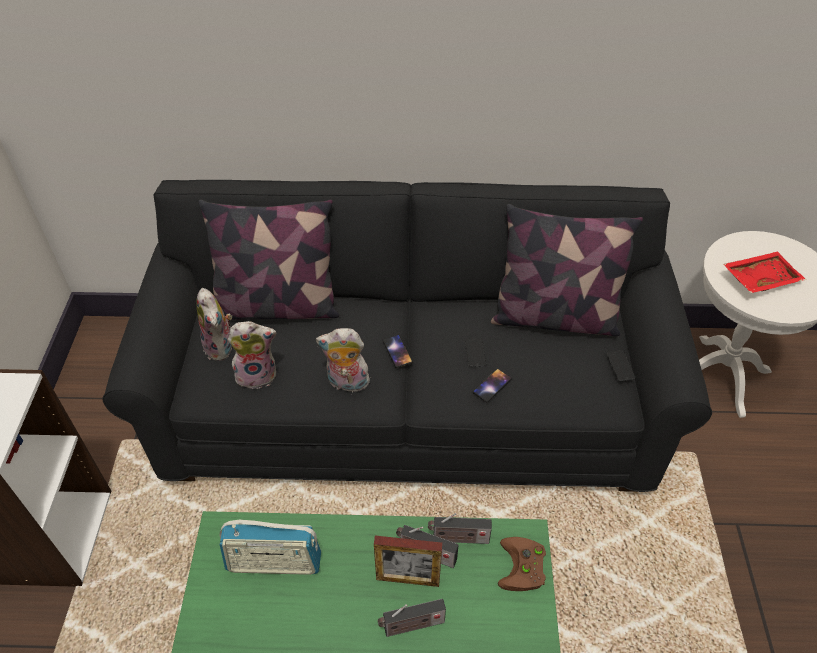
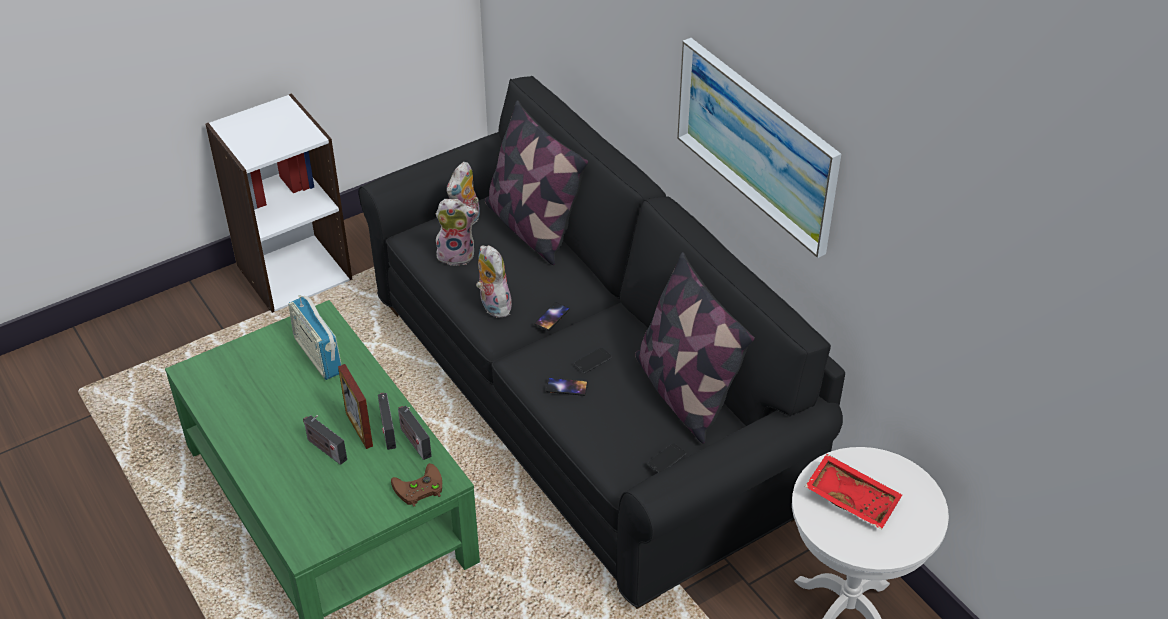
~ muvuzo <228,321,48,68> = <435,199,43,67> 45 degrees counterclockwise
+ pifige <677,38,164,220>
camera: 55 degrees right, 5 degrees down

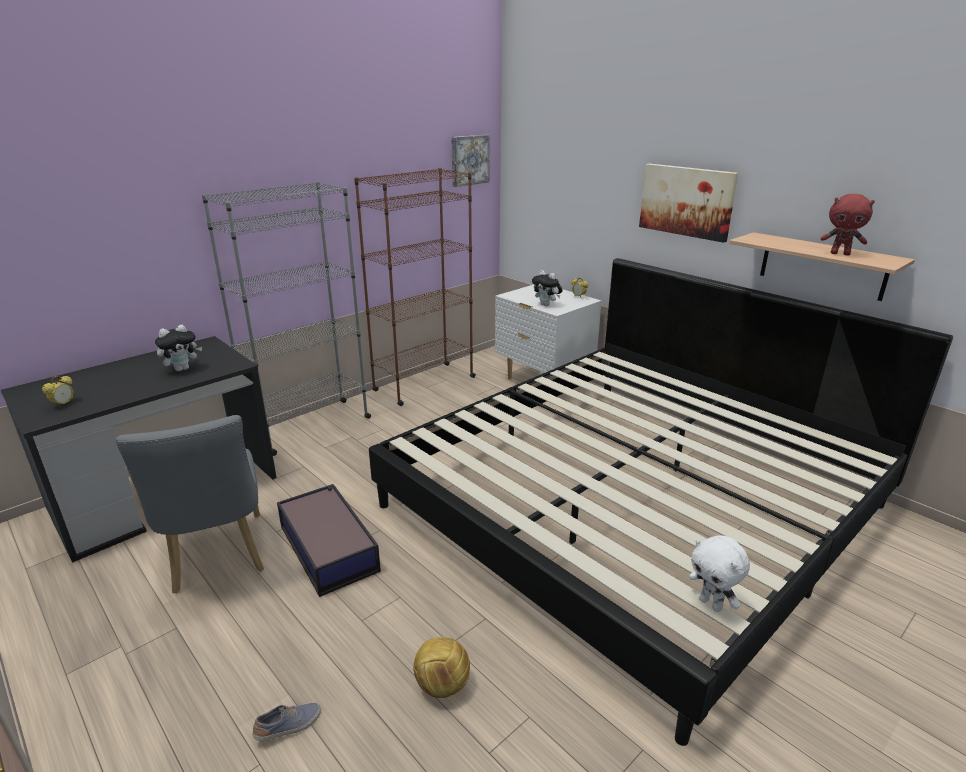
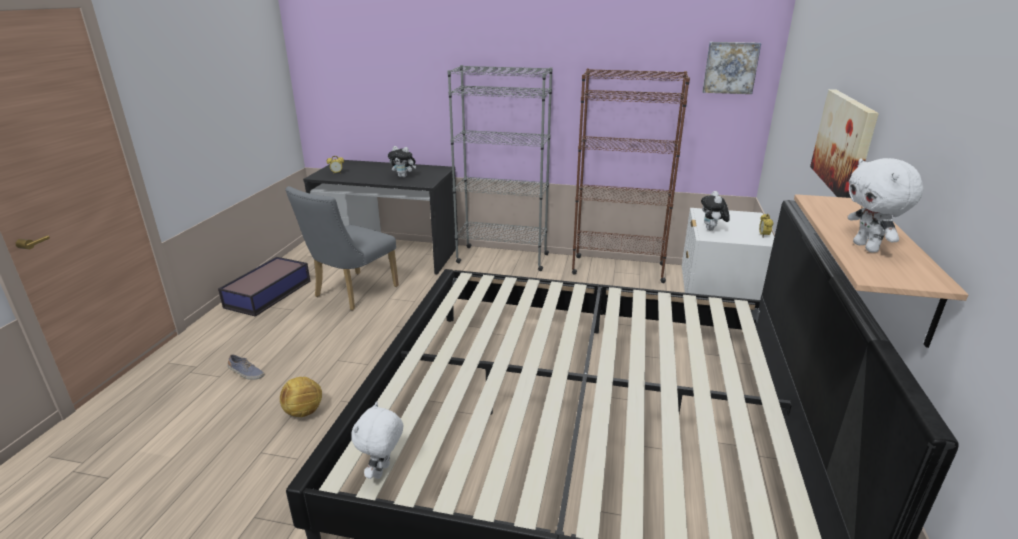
~ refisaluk <277,484,104,113> to <218,257,92,60>
~ red_muvuzo <821,194,54,62> to white_muvuzo <848,158,75,94>
camera: 55 degrees right, 0 degrees up

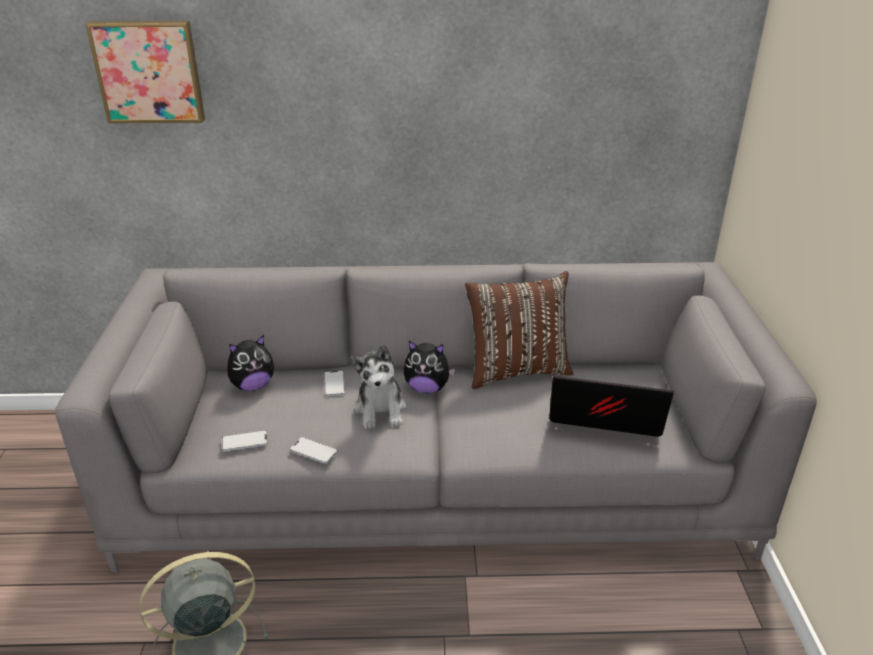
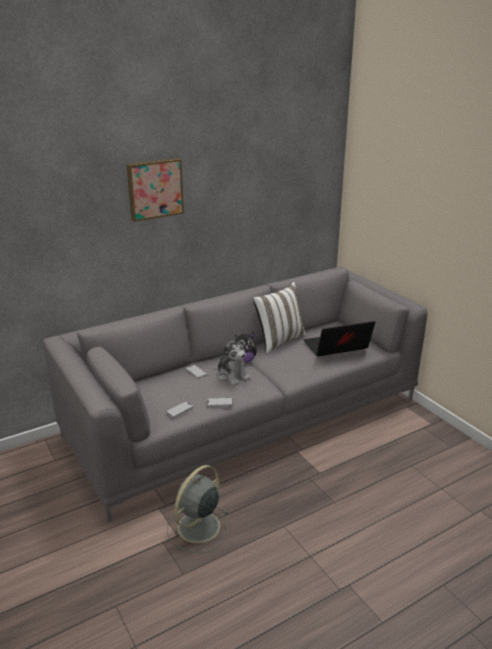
~ pifige <85,21,120,102> to <126,158,58,64>
- muvuzo <228,335,46,56>
~ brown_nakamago <465,271,108,118> to white_nakamago <253,282,53,72>
camera: 30 degrees left, 5 degrees down

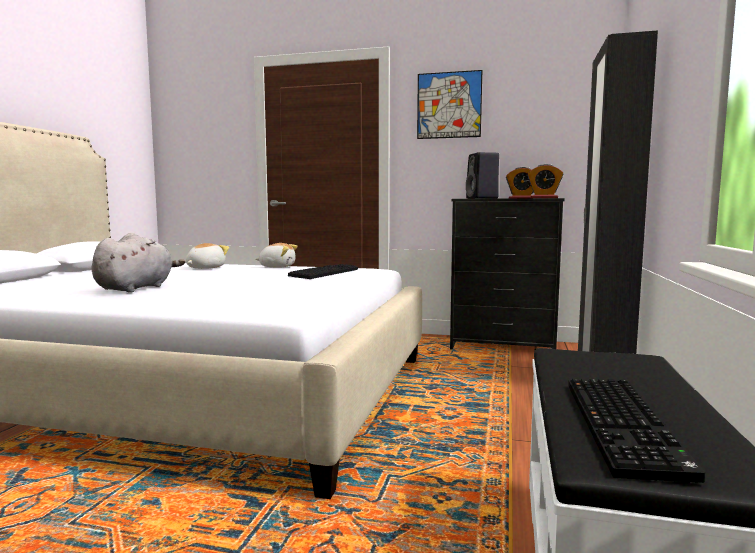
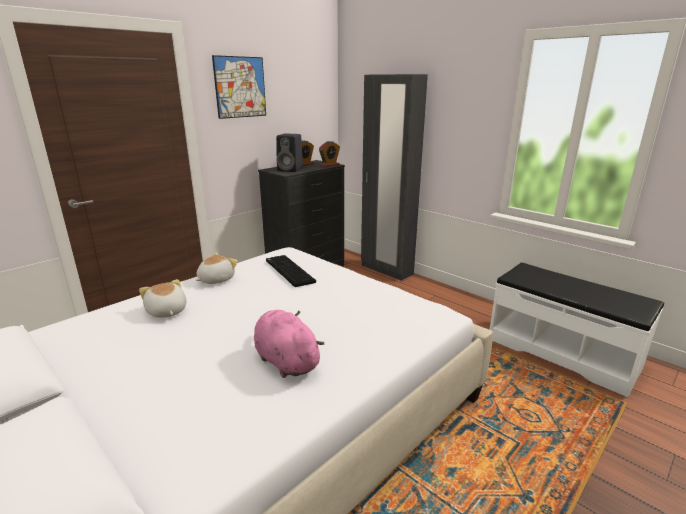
~ grey_muvuzo <92,233,93,60> to pink_muvuzo <254,310,71,68>
- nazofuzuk <569,379,136,104>
camera: 60 degrees left, 15 degrees up

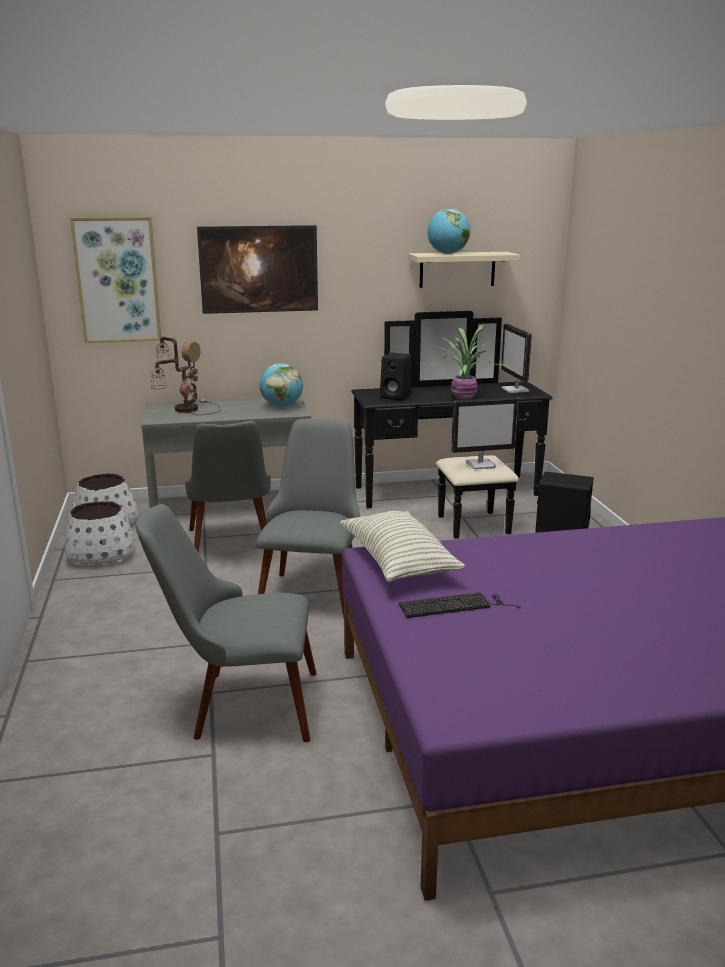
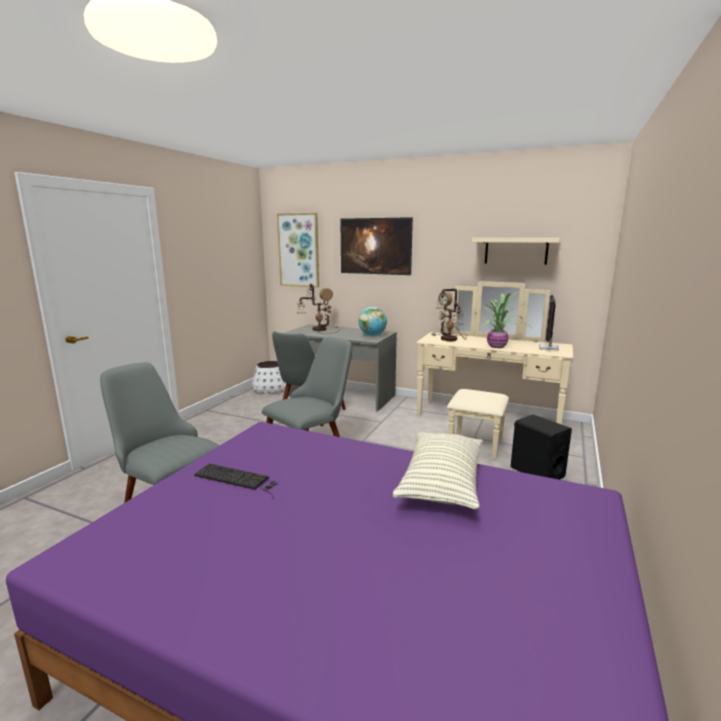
- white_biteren <65,502,70,64>
~ nakamago <340,511,125,71> to <393,432,90,77>
~ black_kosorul <351,311,201,228> to beige_kosorul <416,281,158,178>
~ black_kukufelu <380,353,32,48> to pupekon <432,289,33,52>
- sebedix <427,209,43,45>
- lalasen <451,397,68,72>
camera: 35 degrees right, 5 degrees down

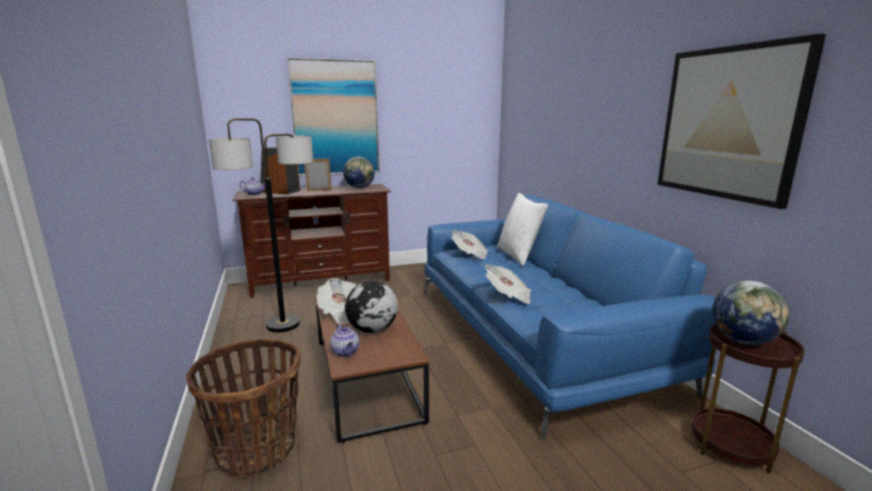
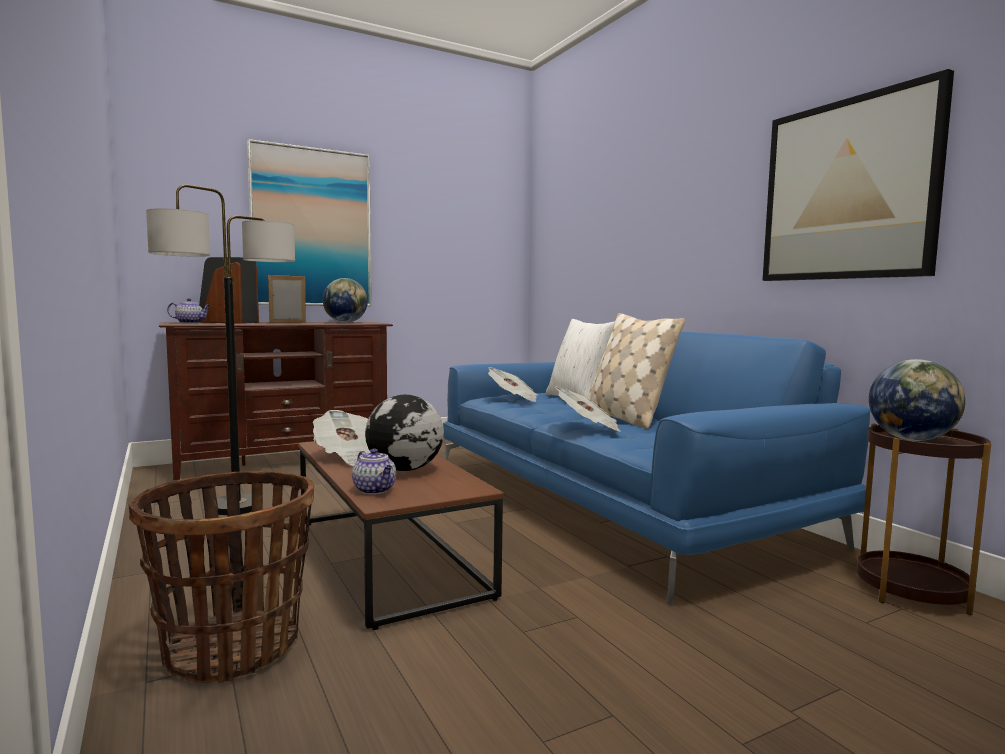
+ beige_nakamago <587,313,98,116>
camera: 10 degrees left, 10 degrees down

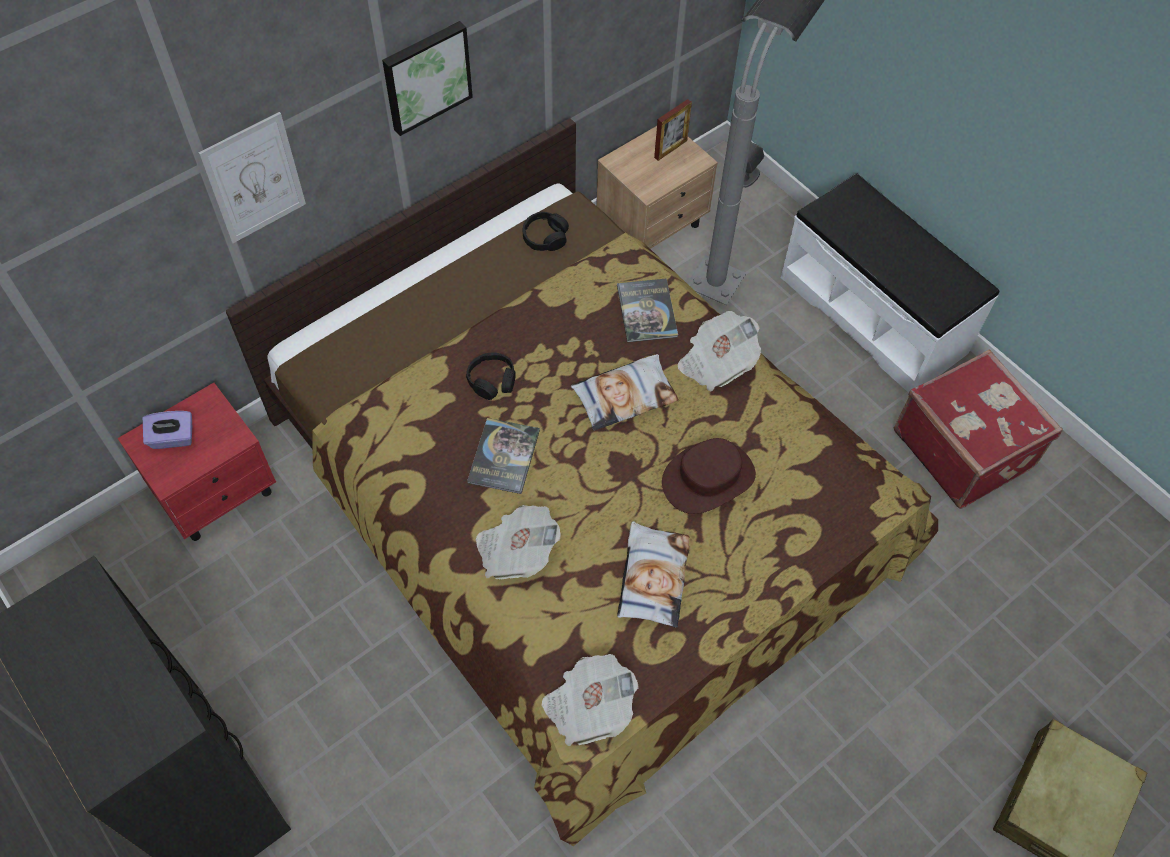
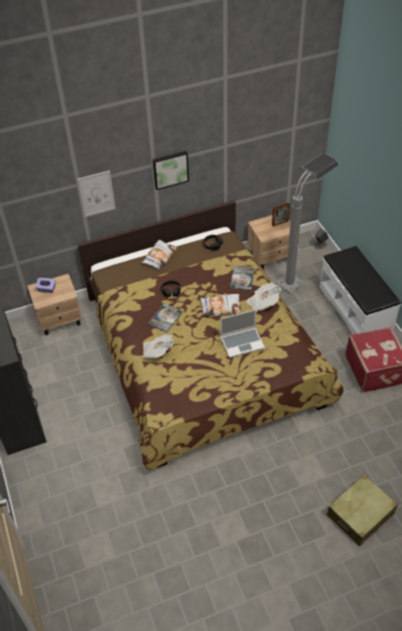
~ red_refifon <117,383,159,158> to beige_refifon <27,274,55,61>
- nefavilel <541,654,98,92>
~ nakamago <617,521,72,107> to <142,240,35,30>
~ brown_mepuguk <662,438,94,76> to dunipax <220,309,45,49>
camera: 20 degrees right, 10 degrees down

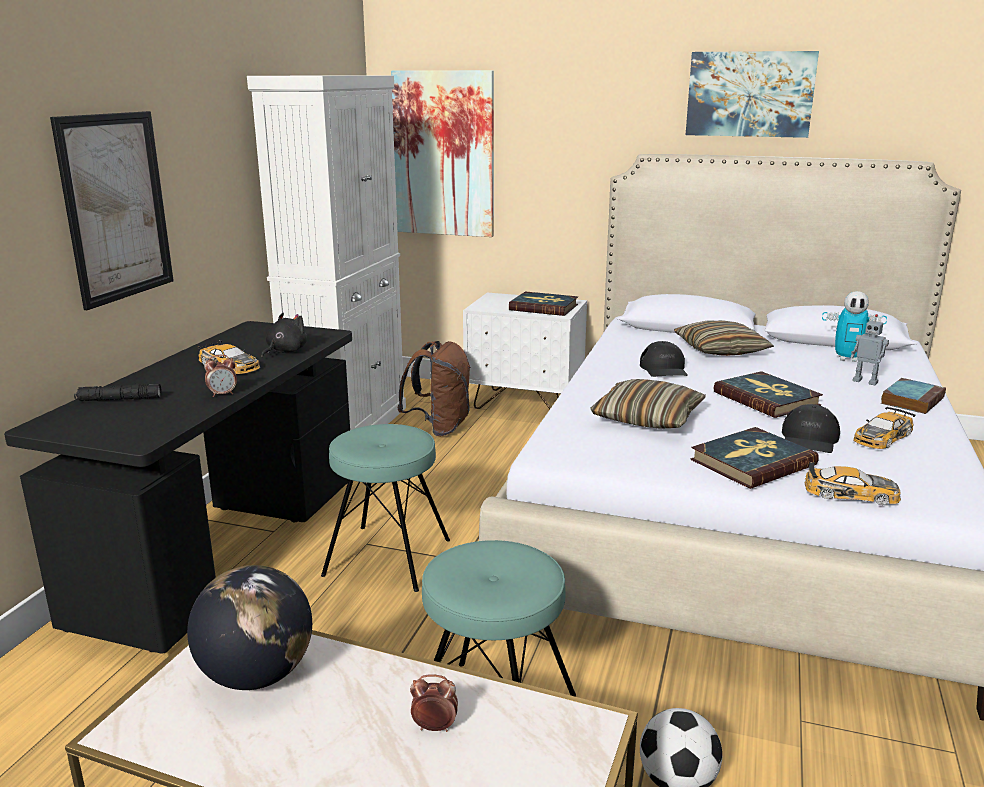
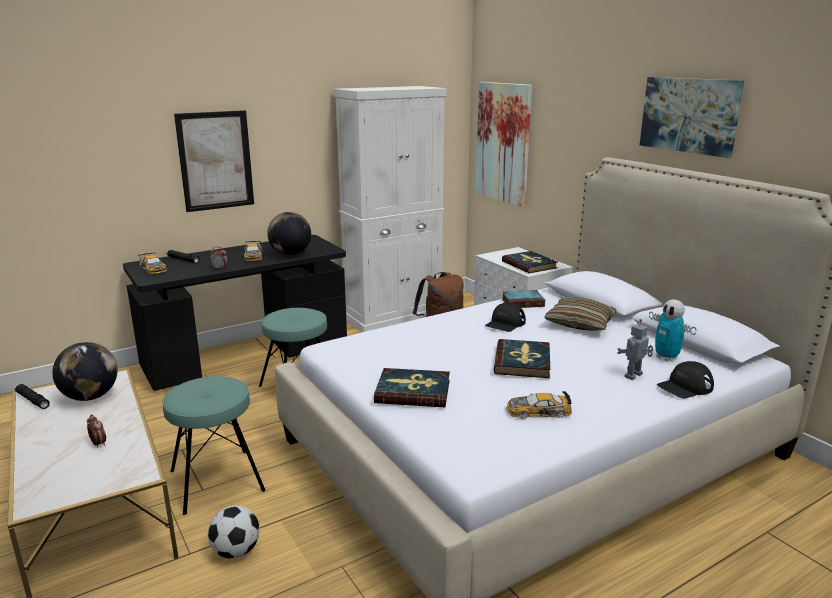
~ black_muvuzo <261,313,46,44> to sebedix <267,212,44,44>
- nakamago <590,379,116,50>
~ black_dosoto <782,404,58,49> to <657,361,57,38>
~ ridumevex <805,462,96,43> to <139,252,28,22>
~ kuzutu <851,314,38,71> = <617,319,36,61> 60 degrees clockwise
~ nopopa <881,378,65,36> to <502,290,43,18>
+ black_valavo <15,384,35,25>
camera: 40 degrees right, 0 degrees up

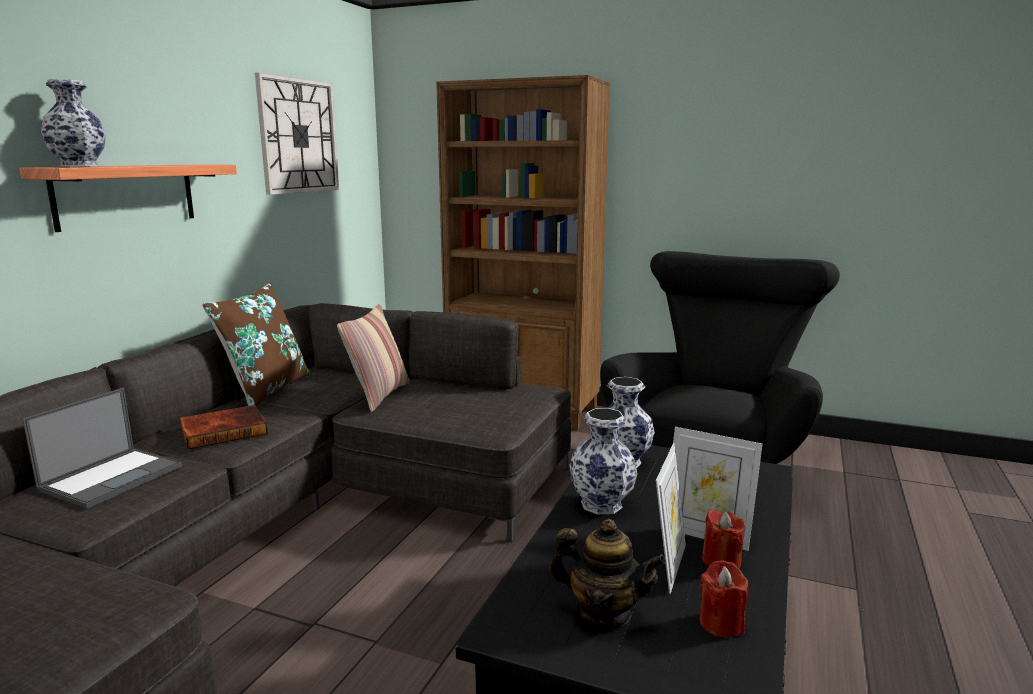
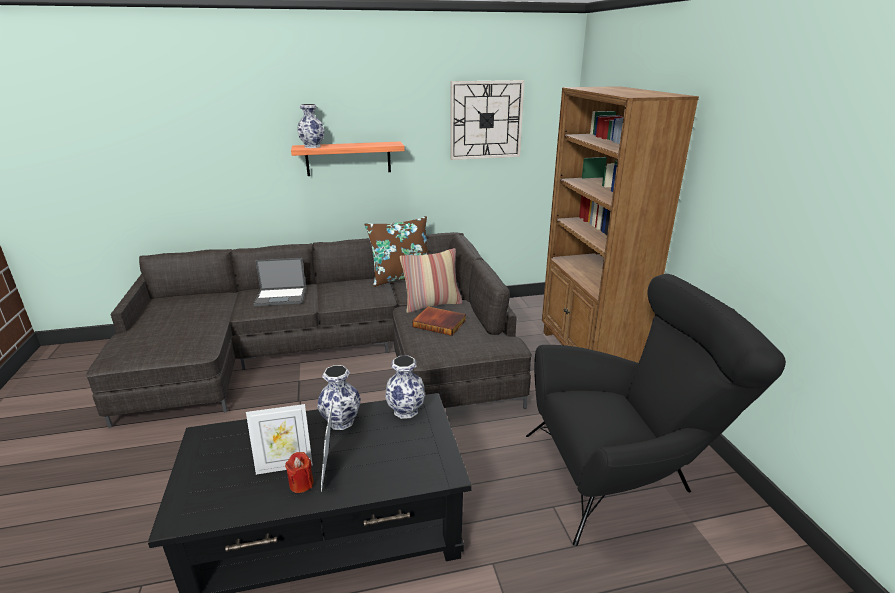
~ nopopa <179,405,89,44> to <412,306,54,30>
- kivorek <549,519,117,110>
- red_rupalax <700,560,48,78>
camera: 55 degrees right, 10 degrees up

